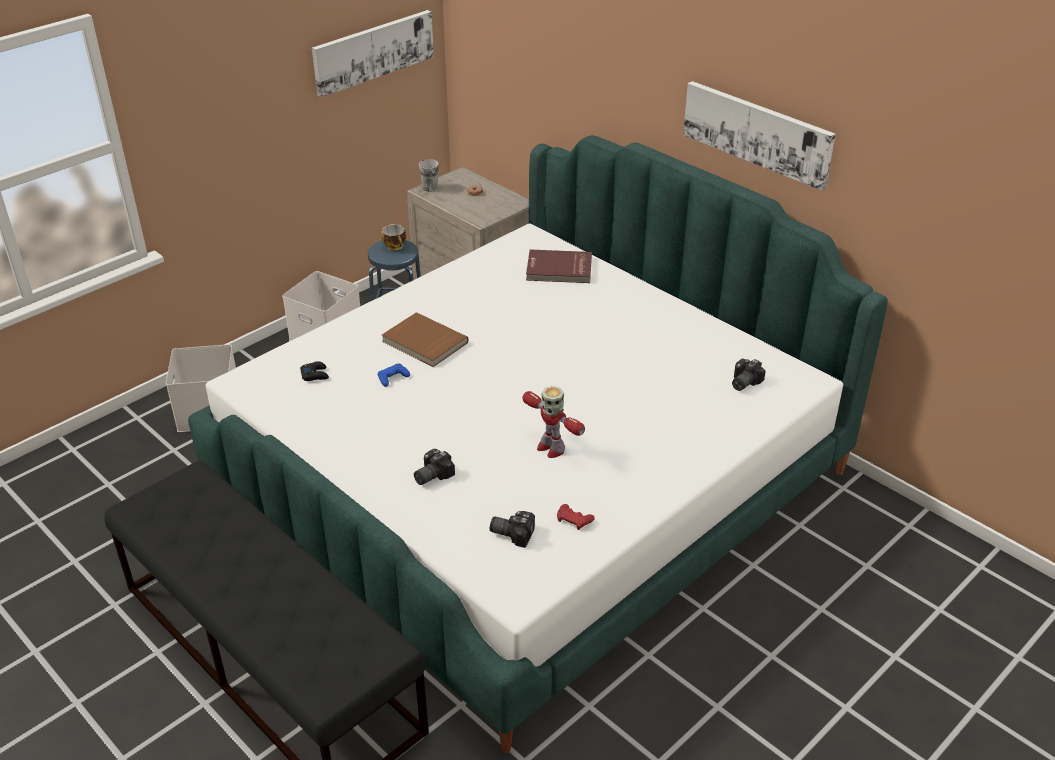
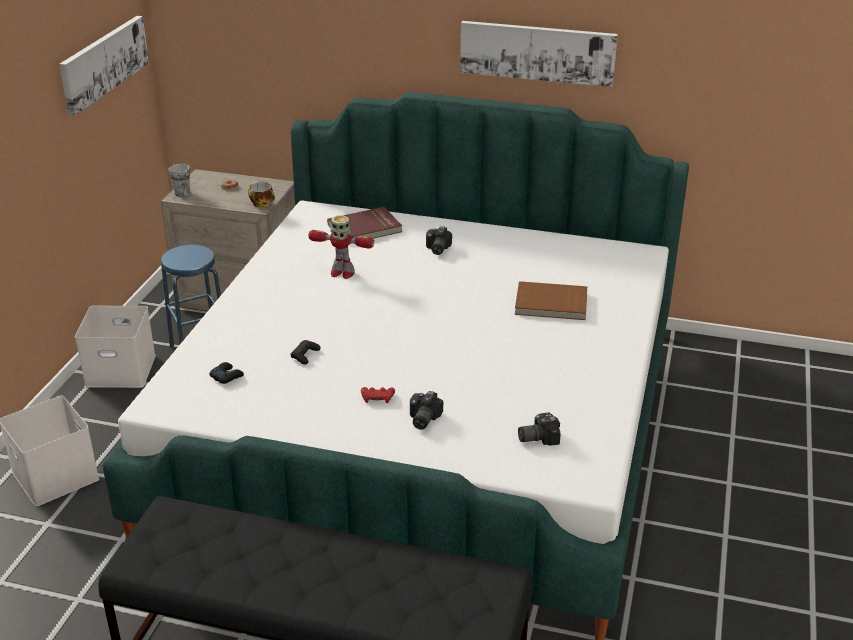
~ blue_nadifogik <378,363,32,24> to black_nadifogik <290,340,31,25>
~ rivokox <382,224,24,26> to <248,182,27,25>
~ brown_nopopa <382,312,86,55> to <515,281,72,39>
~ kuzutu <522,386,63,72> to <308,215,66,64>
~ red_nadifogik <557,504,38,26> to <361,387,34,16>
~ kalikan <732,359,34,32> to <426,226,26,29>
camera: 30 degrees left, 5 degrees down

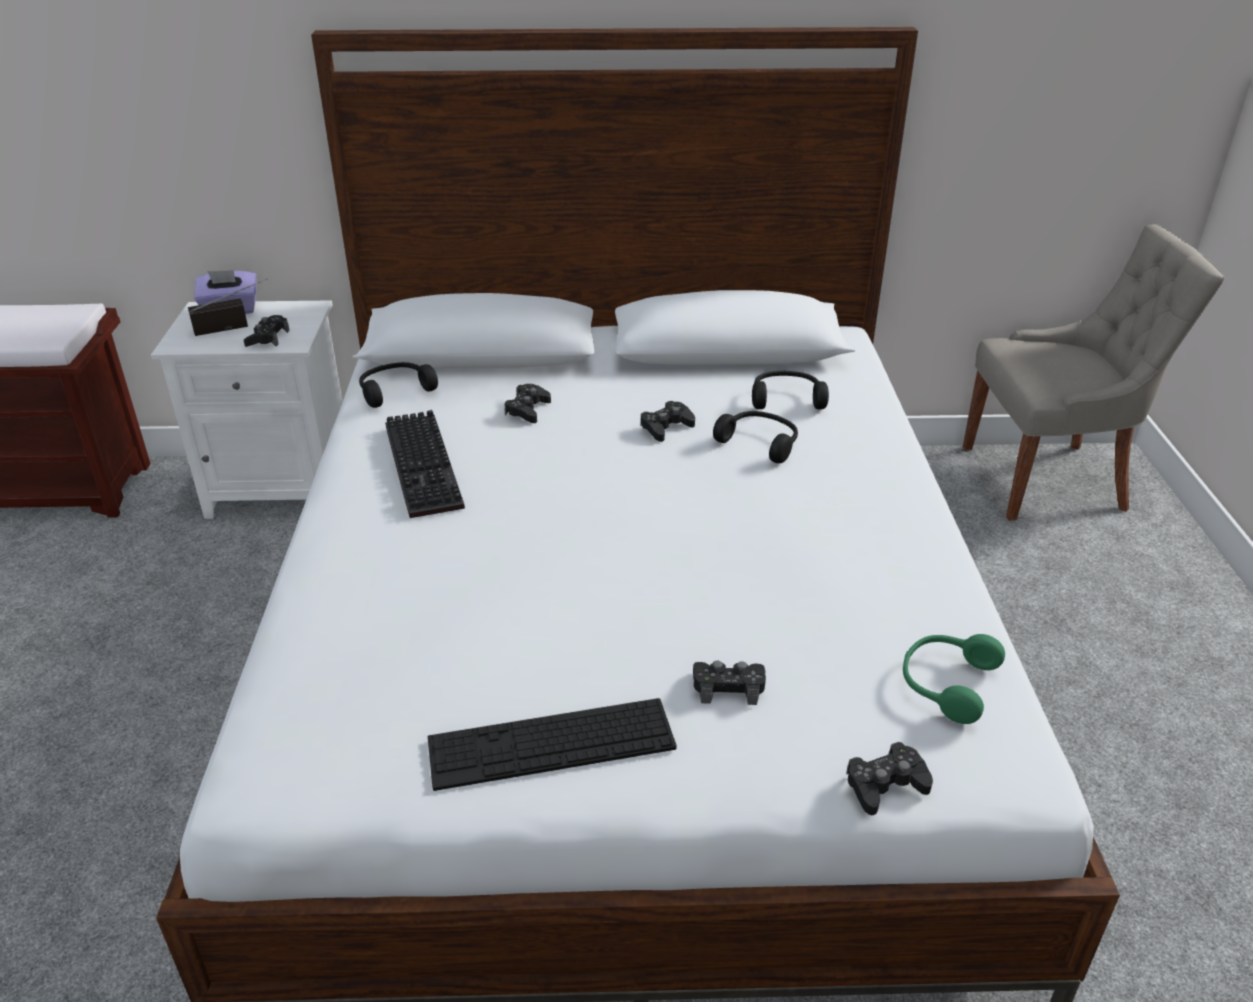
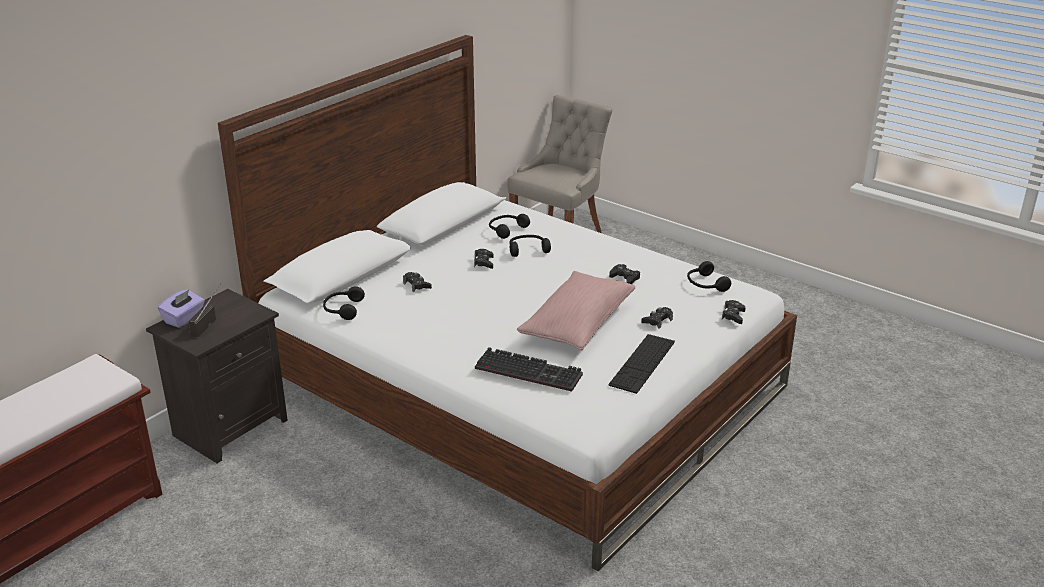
~ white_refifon <151,300,192,219> to black_refifon <146,289,142,174>
~ black_nadifogik <244,315,46,32> to <609,264,31,20>
~ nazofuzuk <385,410,80,108> to <475,347,108,45>
~ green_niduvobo <903,634,102,90> to black_niduvobo <687,261,44,31>
+ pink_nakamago <517,271,118,79>
camera: 50 degrees left, 5 degrees down

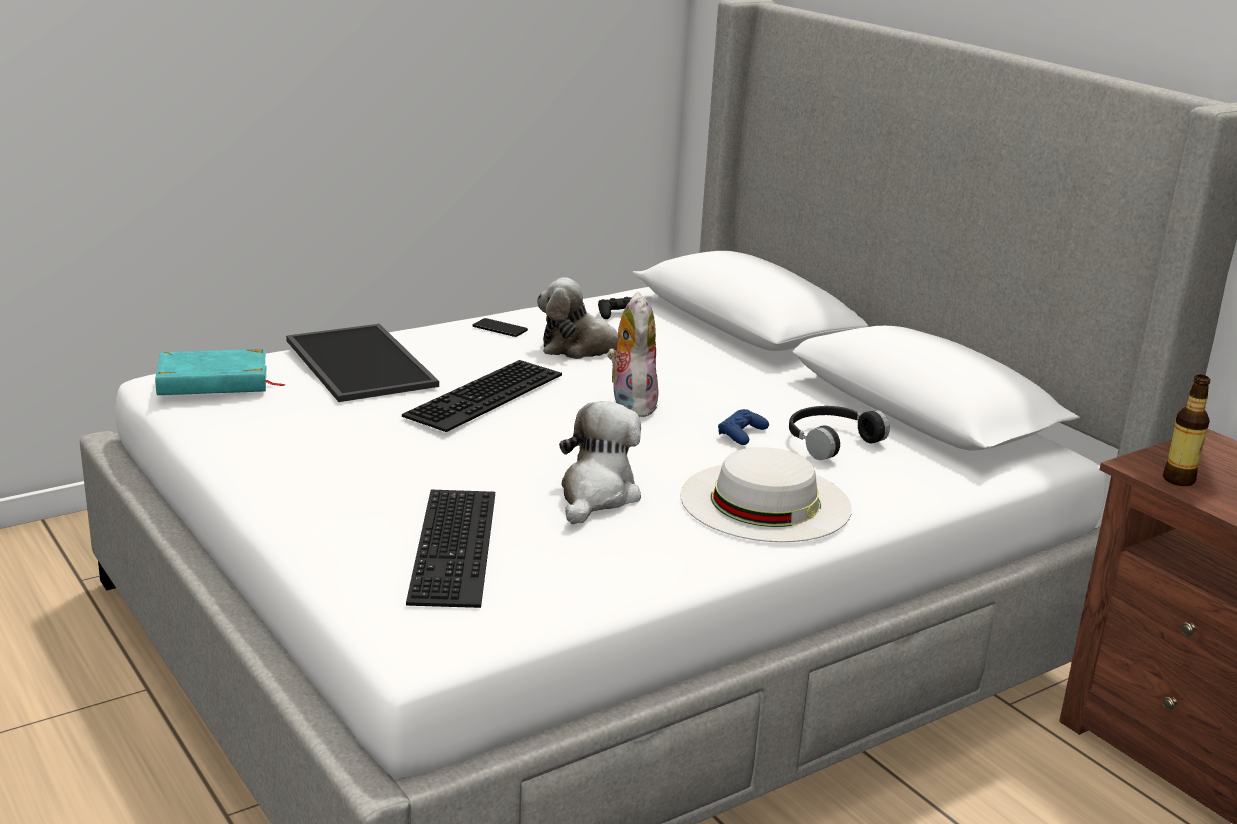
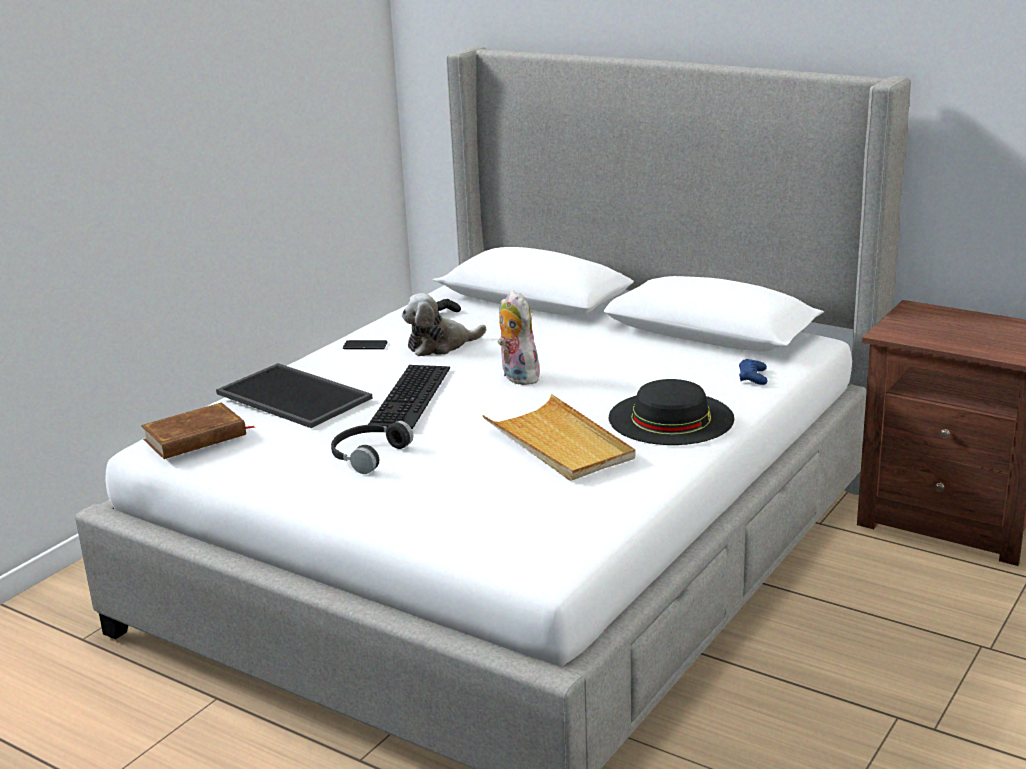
~ turquoise_nopopa <155,349,130,46> to brown_nopopa <141,403,113,56>
- nazofuzuk <406,490,89,118>
~ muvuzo <559,401,82,124> to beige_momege <482,394,153,87>
~ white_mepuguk <680,447,172,95> to black_mepuguk <609,379,125,66>
~ blue_nadifogik <718,409,51,36> to <739,359,29,26>
~ black_niduvobo <789,406,101,54> to <331,421,82,53>
- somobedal <1163,375,48,111>
camera: 20 degrees left, 0 degrees up

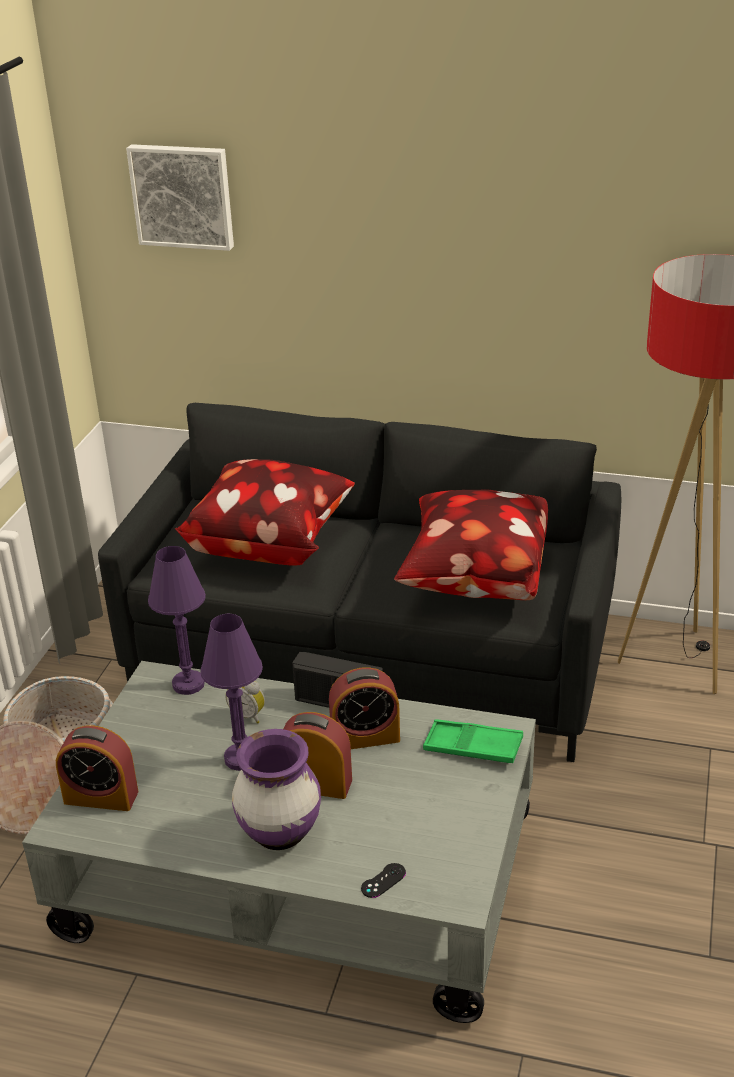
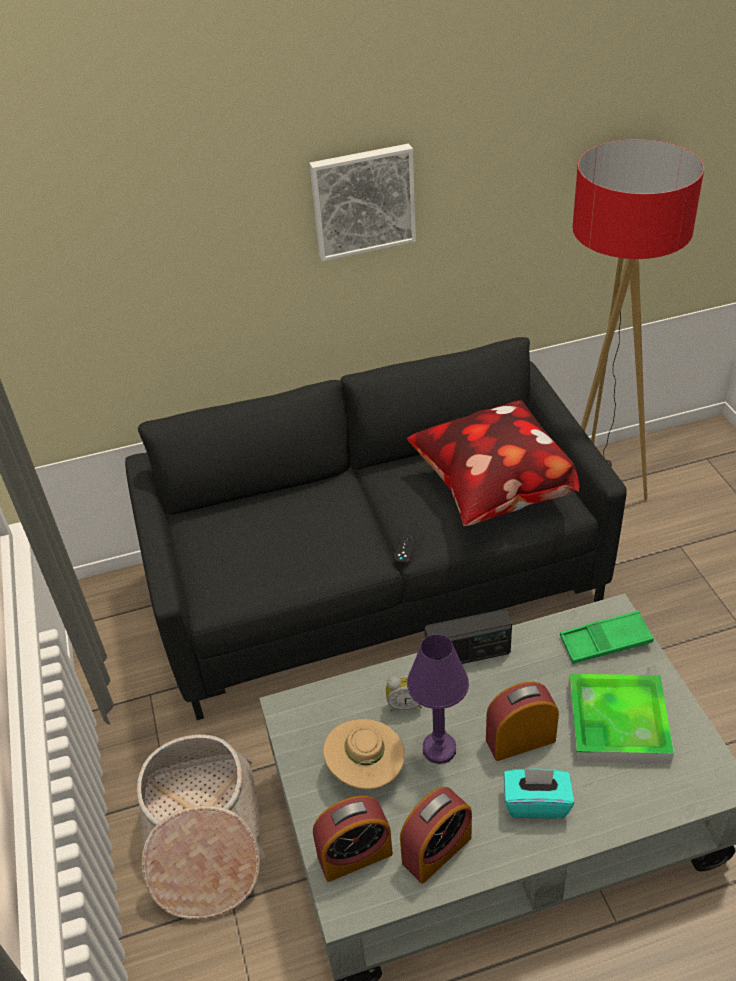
~ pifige <126,144,108,107> to <309,143,107,118>
- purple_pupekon <148,546,58,149>
- nakamago <174,459,181,106>
~ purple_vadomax <232,729,89,121> to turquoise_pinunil <504,768,70,51>
~ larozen <329,667,71,82> to <400,787,72,97>
~ black_nadifogik <361,863,45,35> to <394,533,22,30>
+ beige_mepuguk <323,719,82,71>
+ momege <568,674,106,90>
camera: 30 degrees left, 10 degrees up

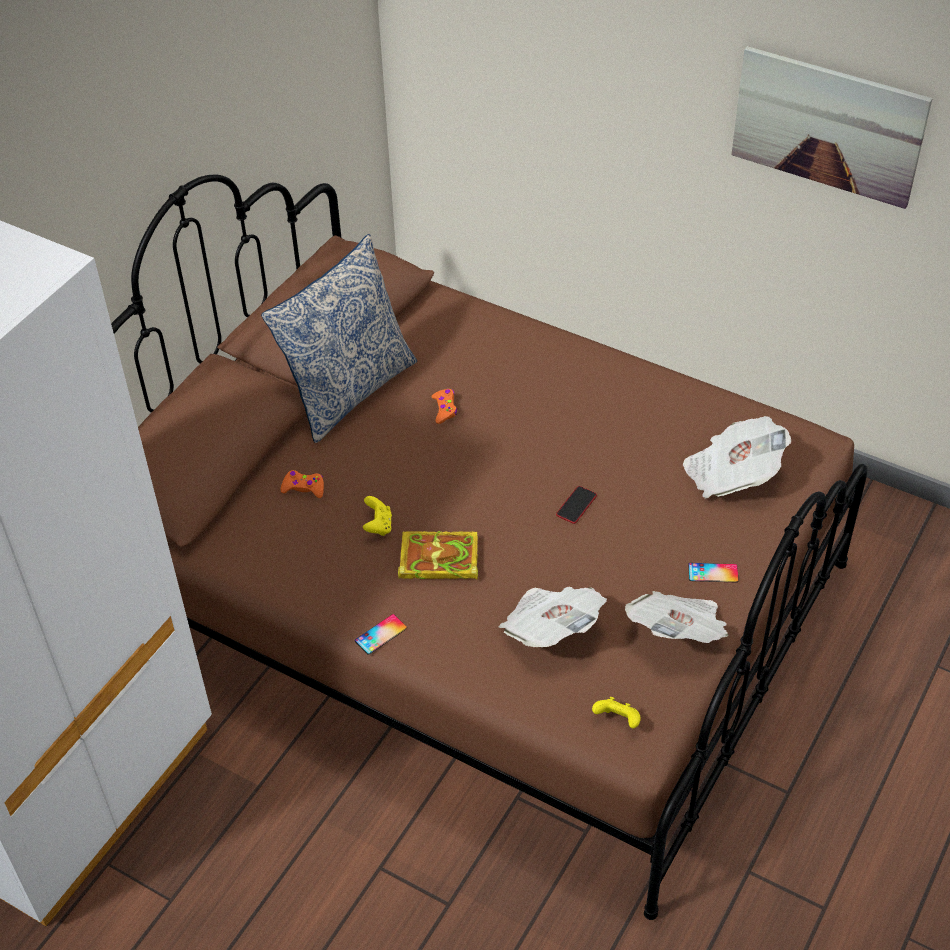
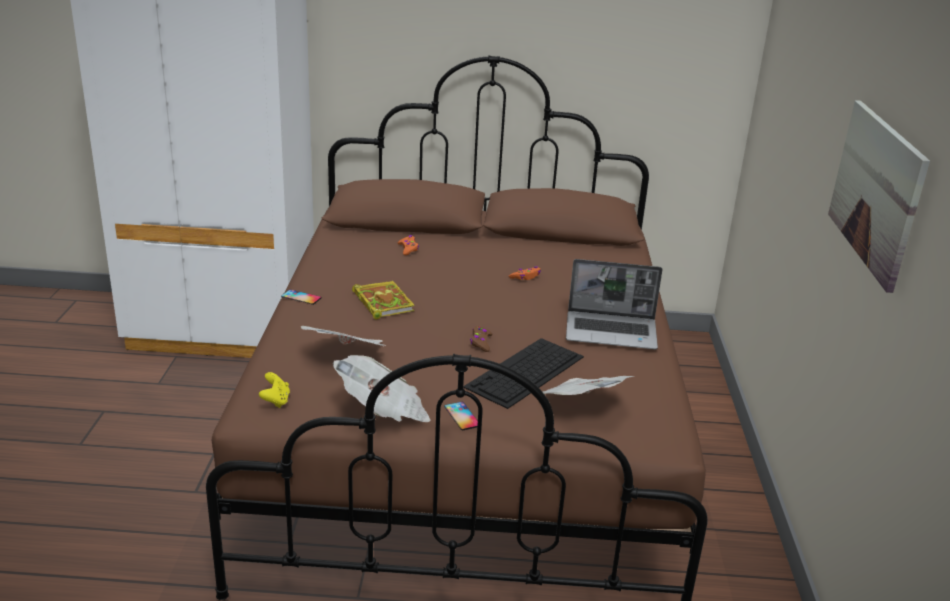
- nakamago <261,234,156,209>
- yellow_nadifogik <363,496,29,40>
~ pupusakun <556,486,41,38> to brown_nadifogik <470,326,23,26>
+ nazofuzuk <463,338,121,71>
+ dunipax <566,259,97,90>
camera: 60 degrees right, 20 degrees down

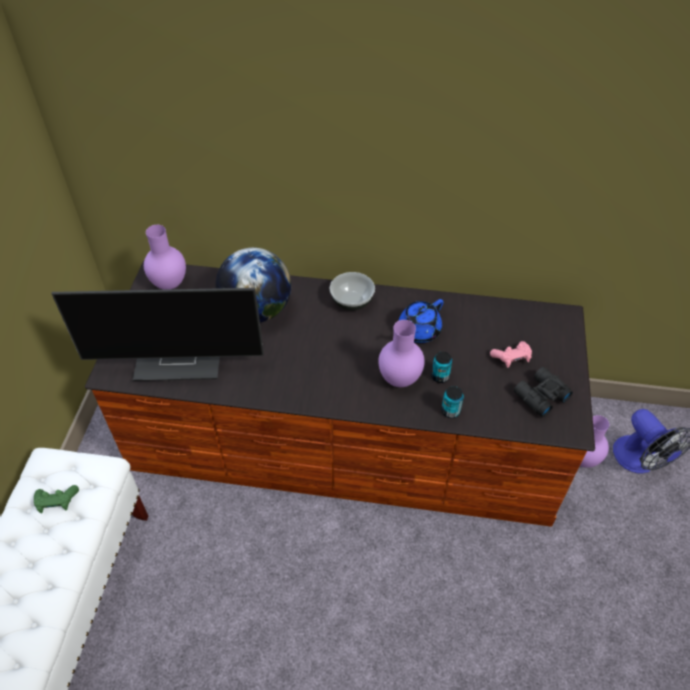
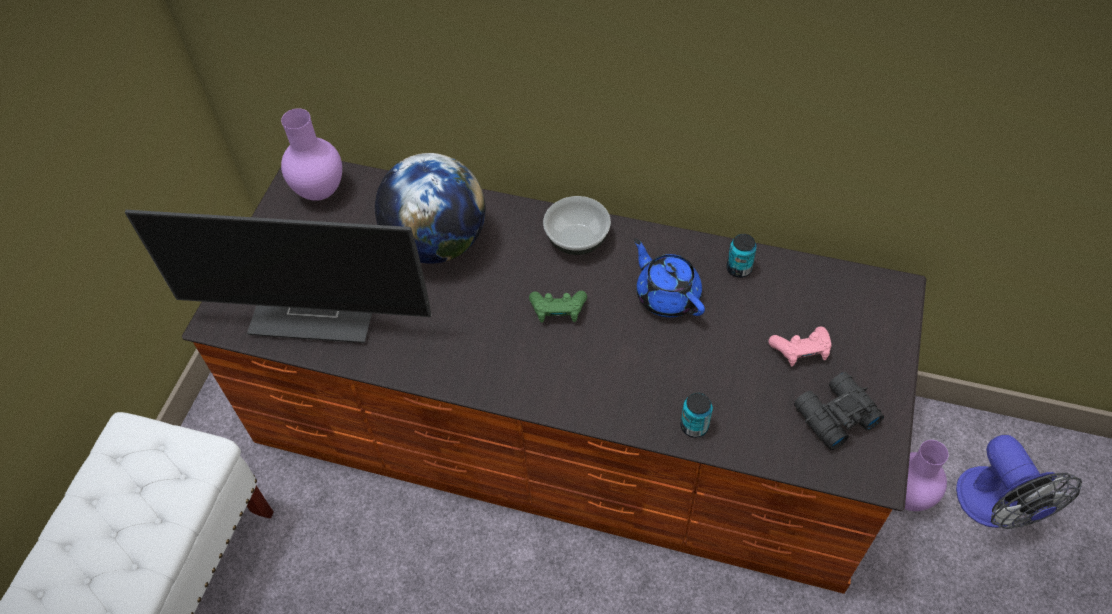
~ green_nadifogik <34,485,45,28> to <529,291,58,32>
- purple_vadomax <378,320,47,67>
~ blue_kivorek <399,299,45,44> = <634,238,71,79> 90 degrees clockwise
~ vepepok <431,351,21,32> to <726,234,31,44>
camera: 10 degrees right, 5 degrees up

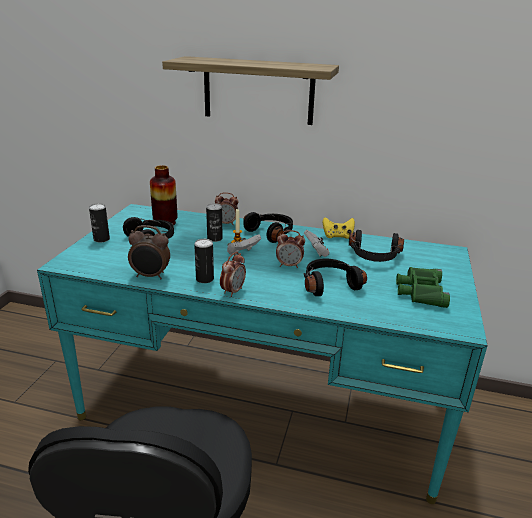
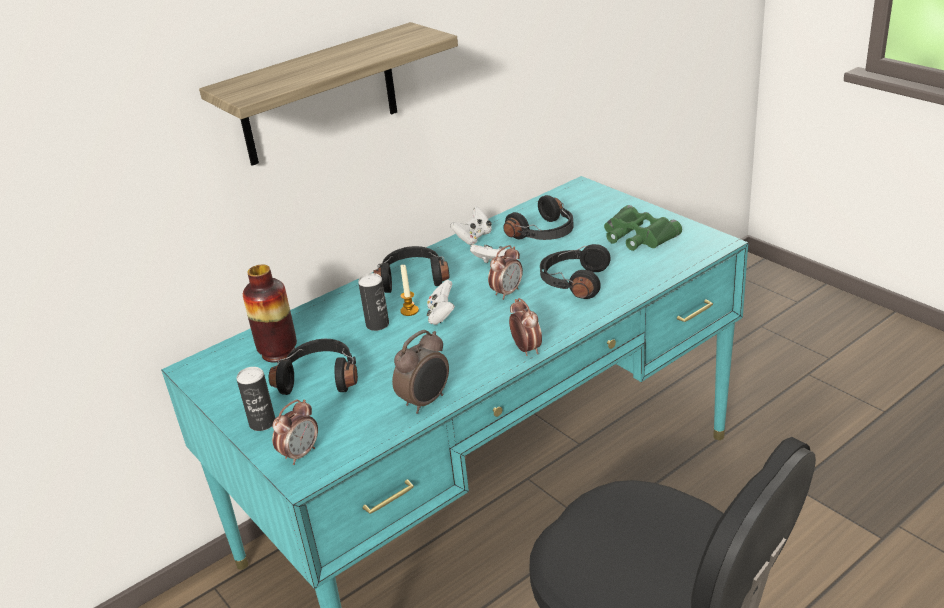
- vepepok <194,239,20,44>
~ larozen <215,192,24,33> to <272,399,46,66>
~ yellow_nadifogik <322,217,33,22> to white_nadifogik <451,206,41,39>
camera: 50 degrees left, 5 degrees up

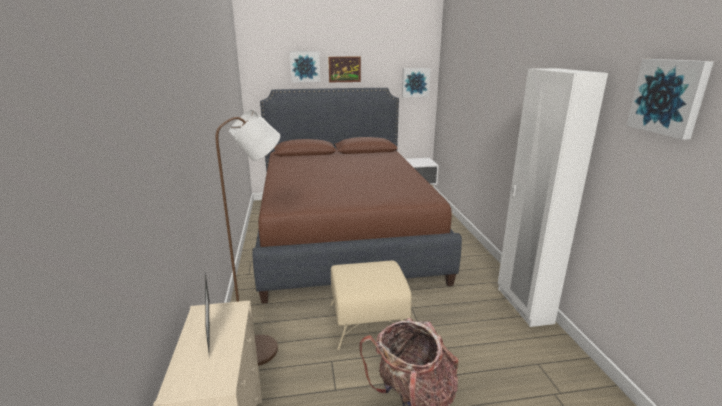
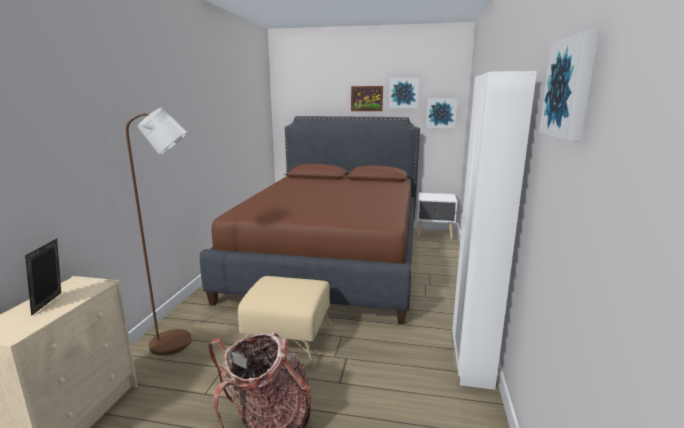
~ pifige <290,52,30,30> to <389,78,30,30>
camera: 20 degrees right, 5 degrees down

